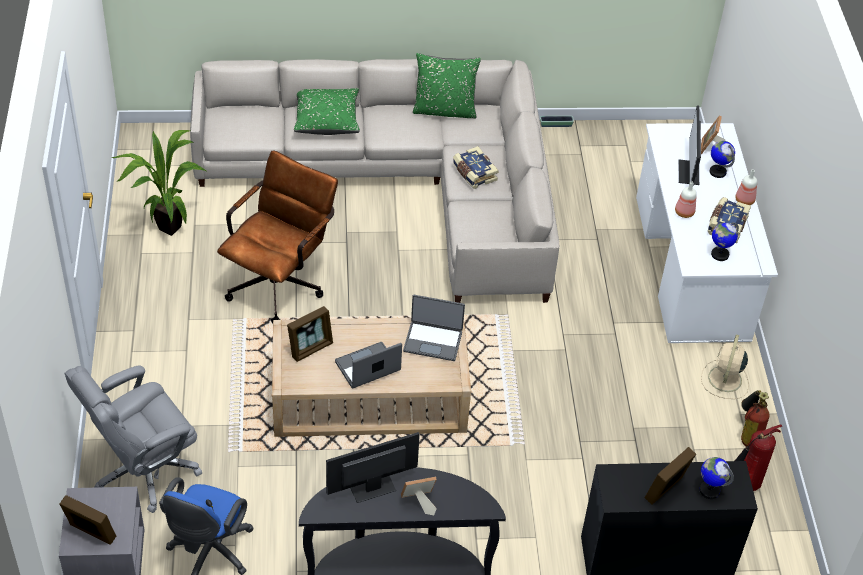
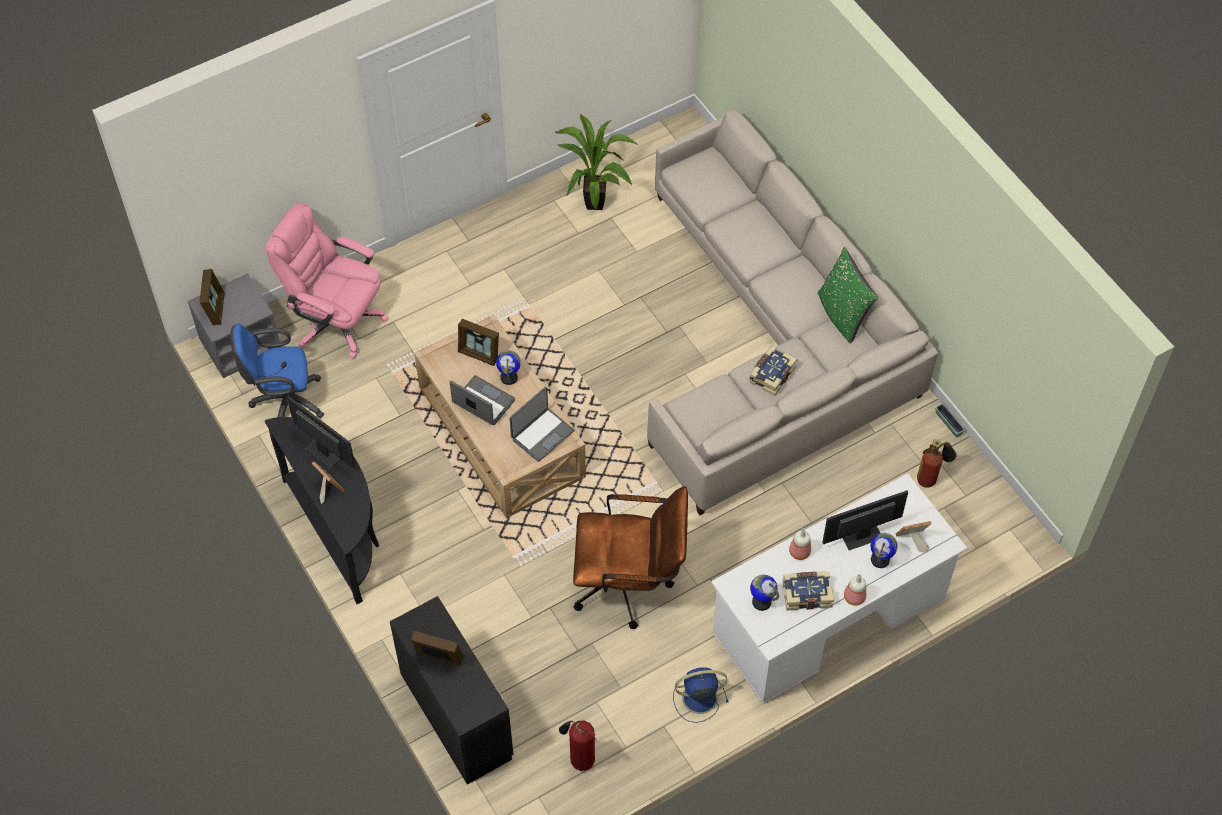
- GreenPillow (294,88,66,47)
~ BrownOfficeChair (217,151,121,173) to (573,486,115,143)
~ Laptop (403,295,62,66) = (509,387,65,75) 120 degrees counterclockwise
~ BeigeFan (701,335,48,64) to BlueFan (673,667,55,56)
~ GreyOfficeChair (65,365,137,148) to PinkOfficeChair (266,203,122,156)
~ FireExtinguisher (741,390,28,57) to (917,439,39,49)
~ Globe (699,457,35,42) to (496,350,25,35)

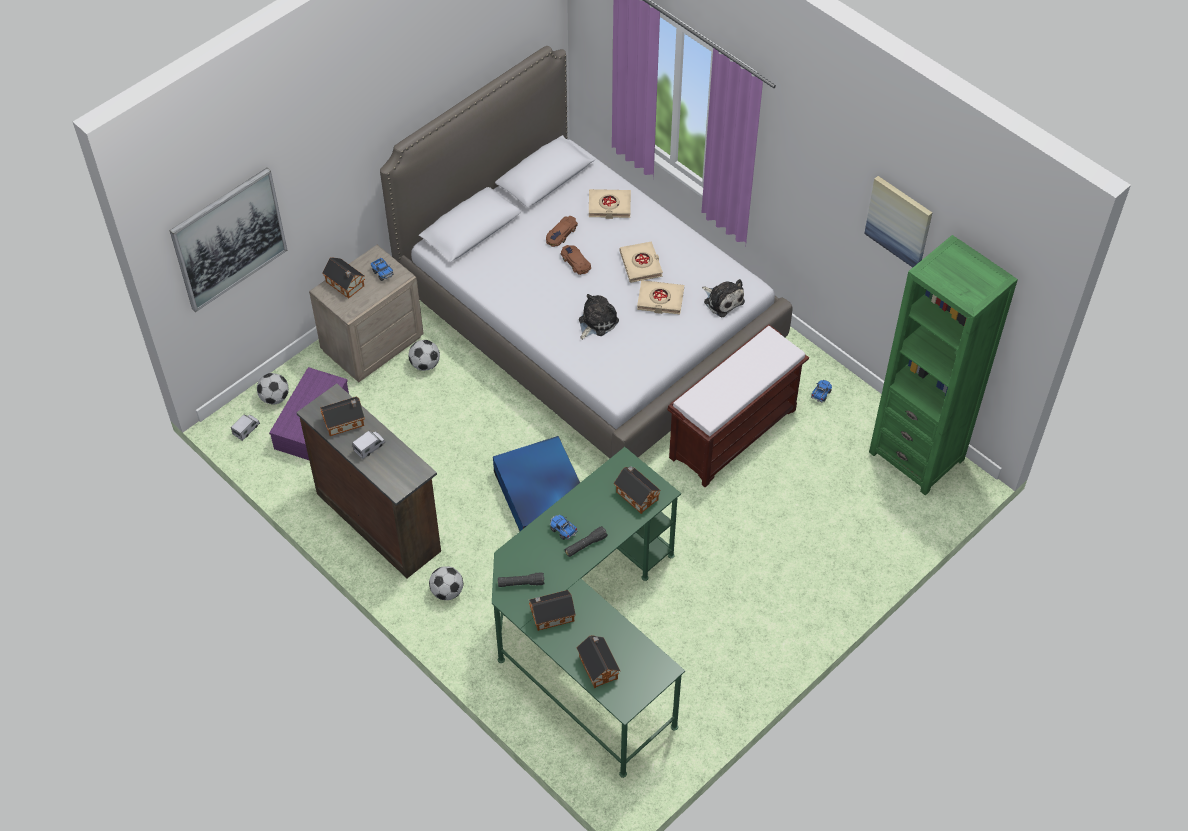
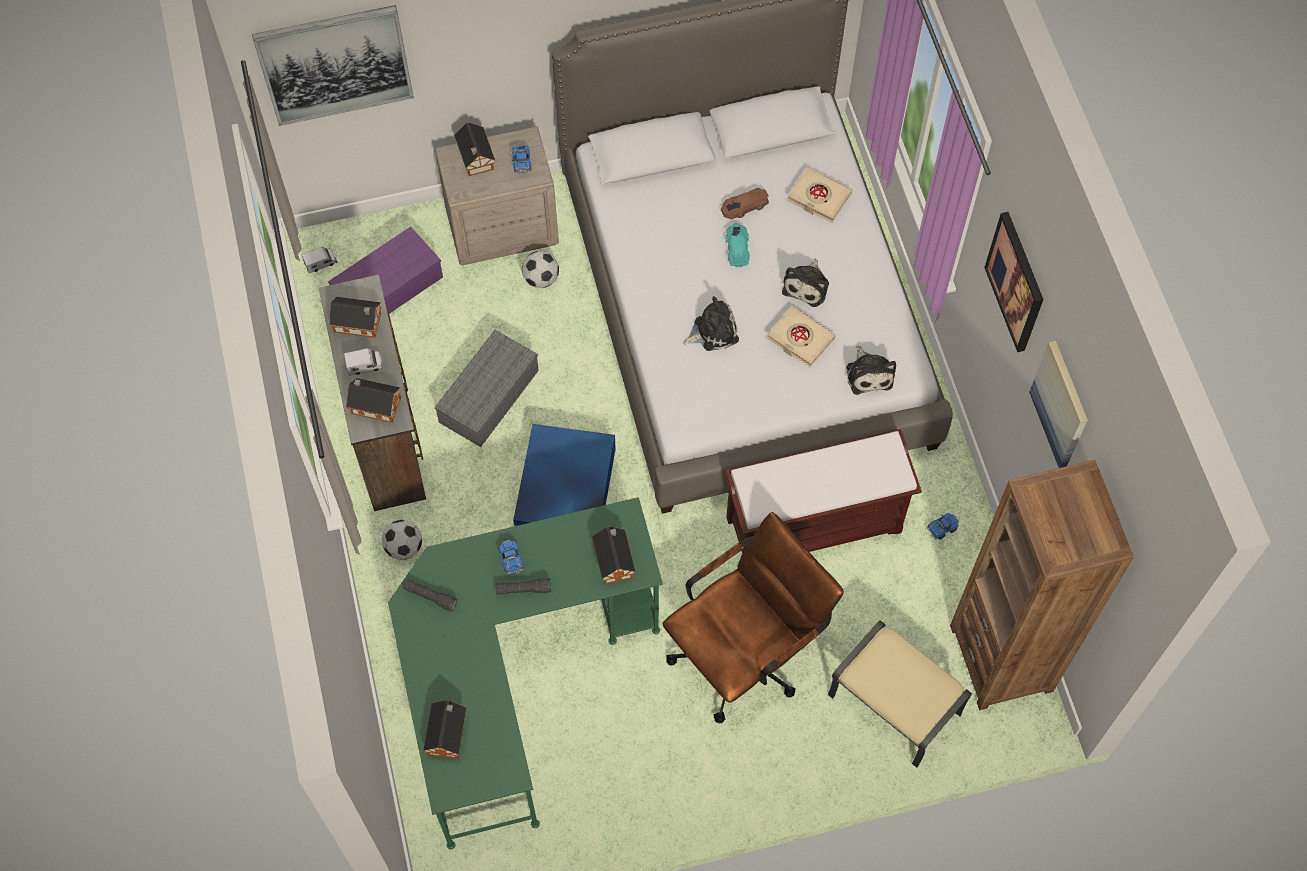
~ GreenBookcase (869,235,149,261) to BrownBookcase (950,460,184,250)
~ BeigeBook (620,241,43,42) to PlushToy (782,259,47,48)
~ BrownToyCar (561,245,30,30) to TurquoiseToyCar (726,223,24,44)
- Football (257,373,32,32)
~ ToyHouse (529,590,47,41) to (346,378,55,45)
+ Picture (984,212,60,140)
+ GreyStorageBox (435,330,104,117)
+ BrownOfficeChair (663,512,181,211)
+ BeigeOttoman (828,620,144,148)

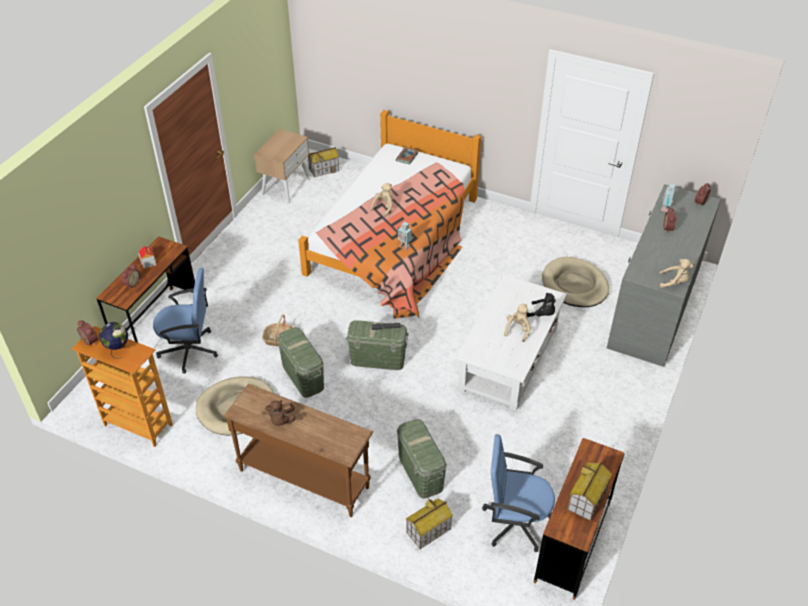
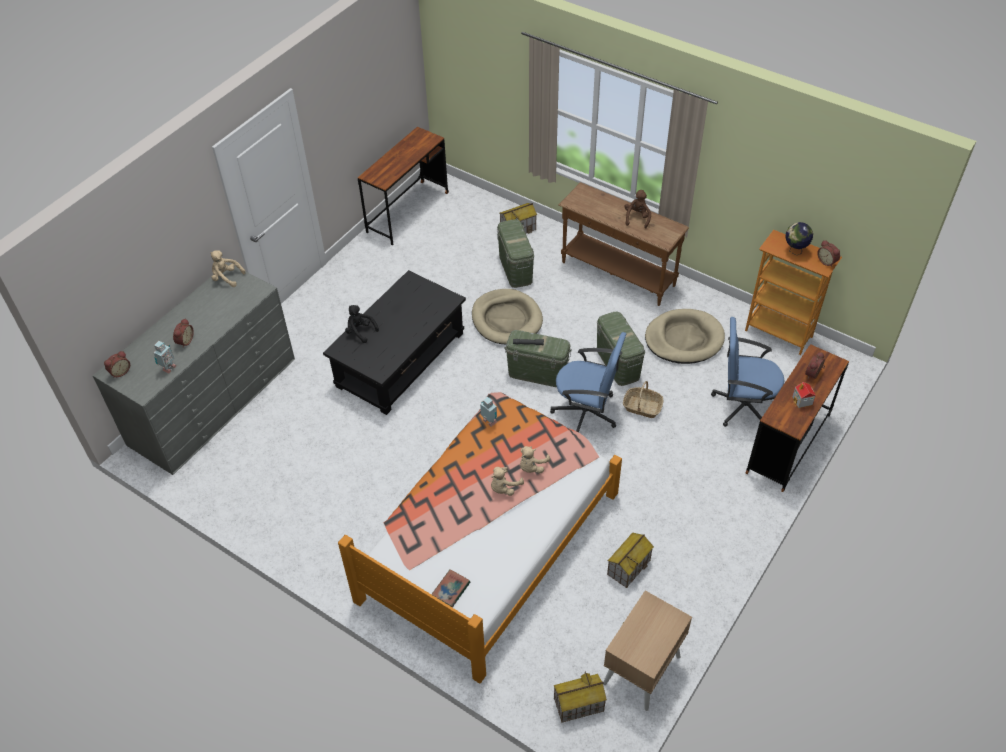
~ BeigeDogBed (542,257,67,50) to (472,289,71,55)
~ WhiteCoffeeTable (455,274,112,137) to BlackCoffeeTable (323,270,143,145)
~ BeigePlushToy (504,304,27,38) to (520,446,30,27)
~ BlueOfficeChair (482,434,73,118) to (550,332,76,101)
~ ToyHouse (567,462,45,59) to (607,532,47,56)

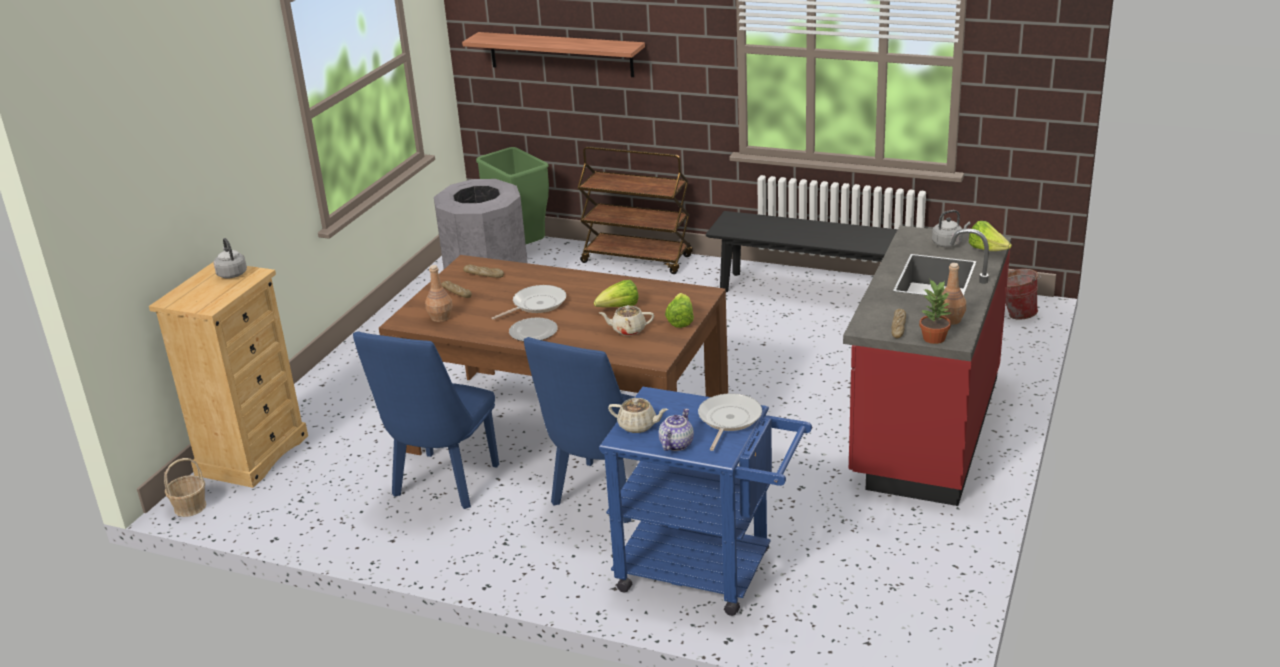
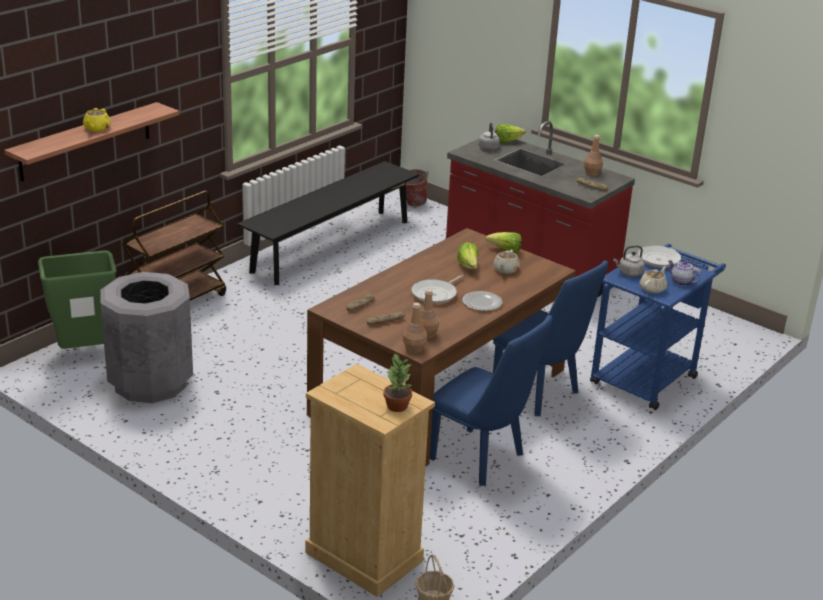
~ GreyKettle (214,238,33,41) to (613,245,32,32)
~ PottedPlant (919,280,34,64) to (383,354,29,58)
~ FryingPan (492,285,74,34) = (411,274,53,30) 120 degrees counterclockwise
+ YellowTeapot (83,108,28,24)
+ BrownBottle (403,303,24,50)

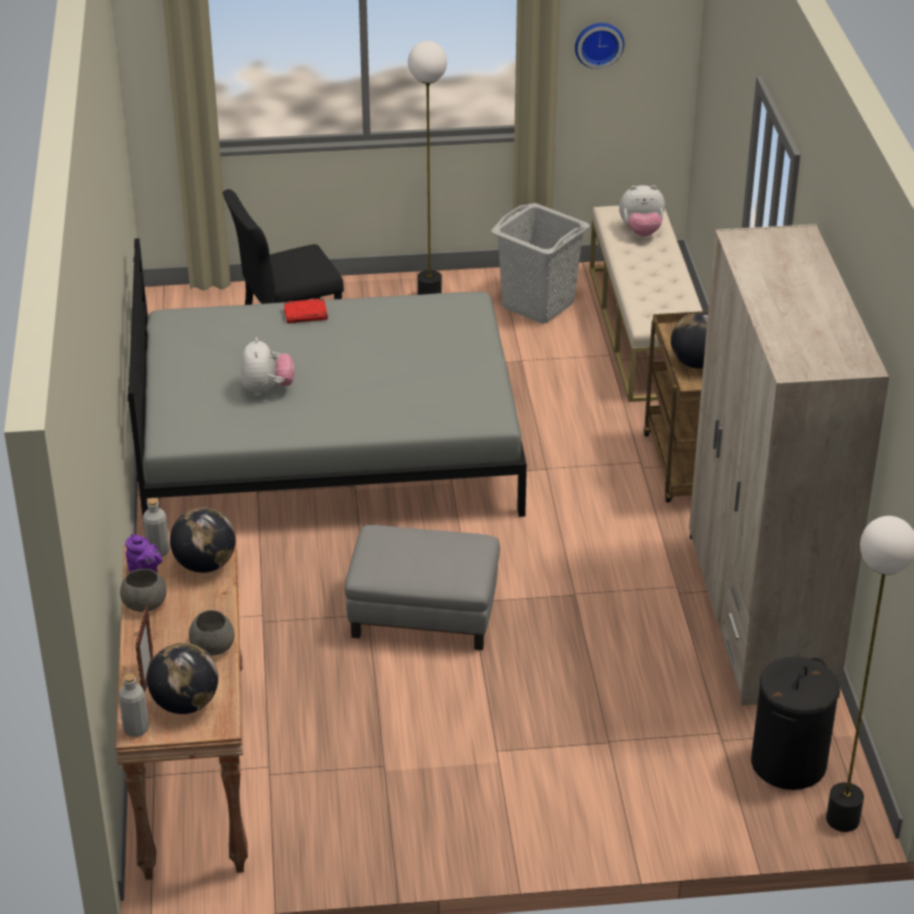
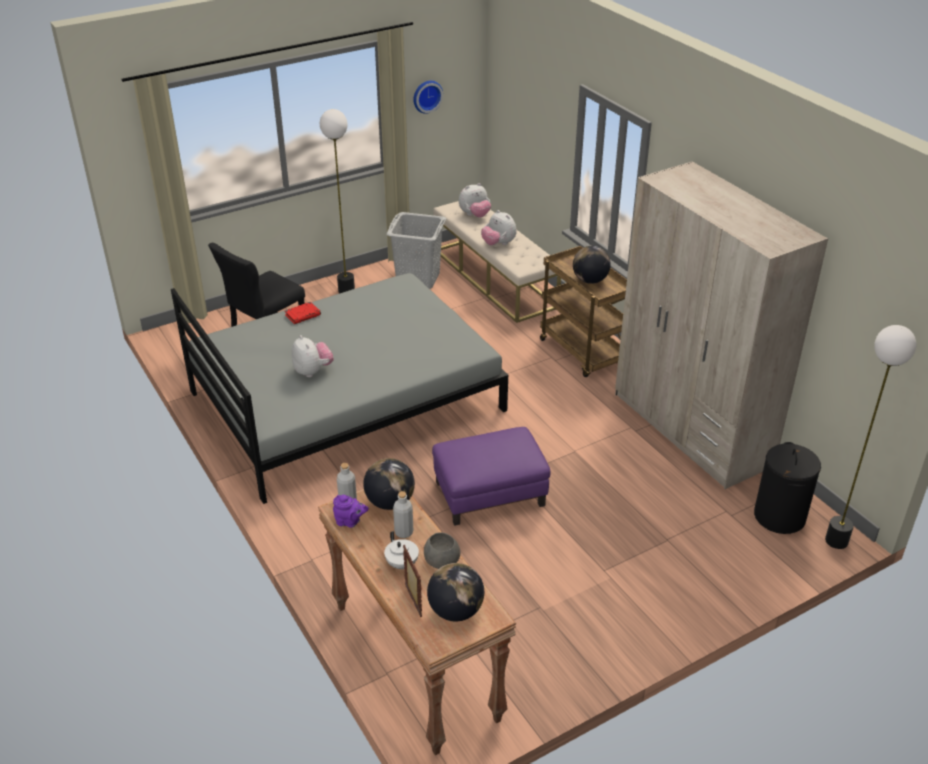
~ GreyOttoman (344,525,156,125) to PurpleOttoman (432,427,119,99)
- GreyBowl (120,569,46,43)
~ GreyBottle (119,673,30,64) to (393,491,20,47)
+ PlushToy (481,210,36,35)
+ WhiteTeapot (384,531,35,38)

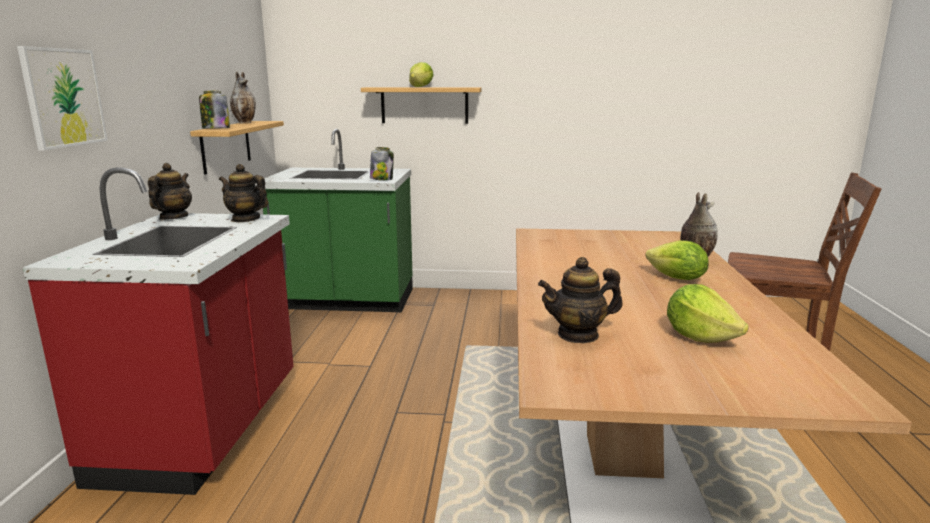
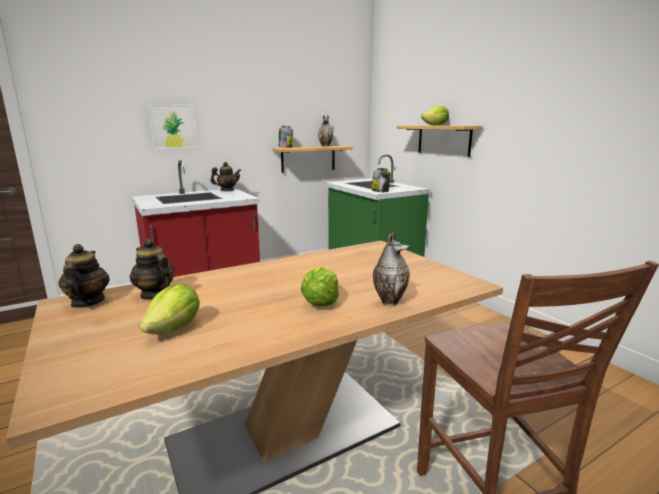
~ Teapot (219,164,49,58) to (58,244,52,64)

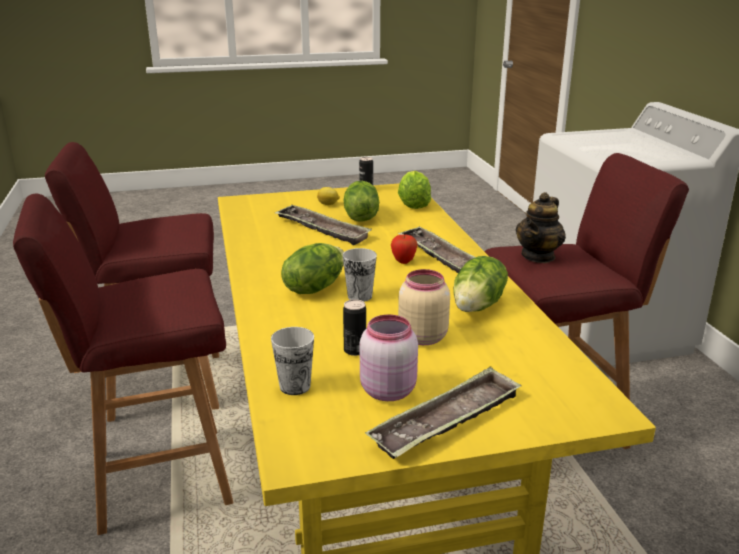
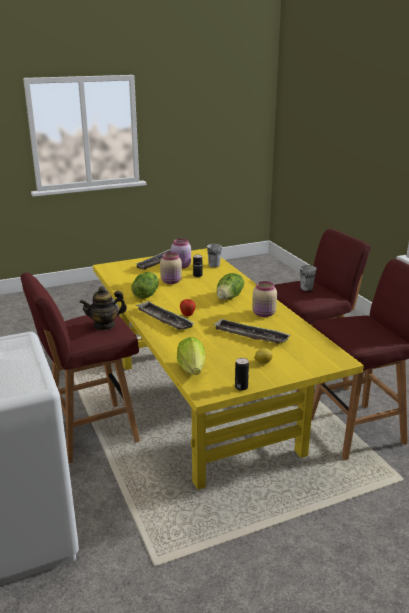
- Lettuce (343,181,36,41)
~ Teapot (516,192,50,71) = (79,287,48,43) 135 degrees counterclockwise
~ Cup (343,248,34,54) to (300,265,17,26)
+ BeigeJar (252,281,25,36)

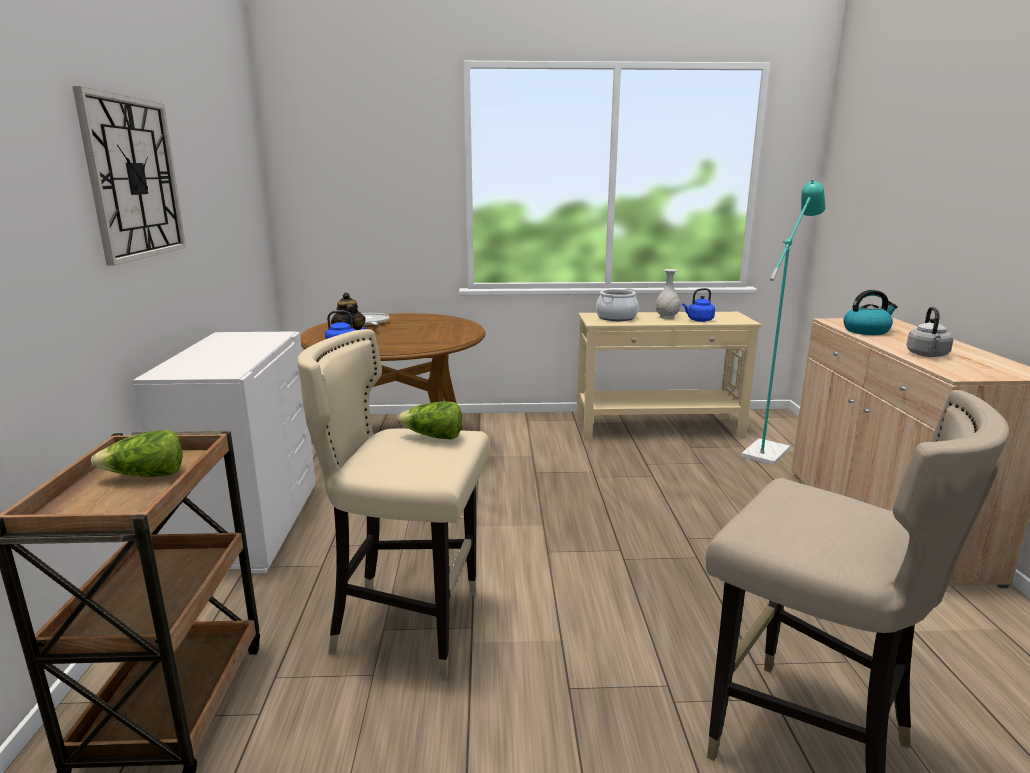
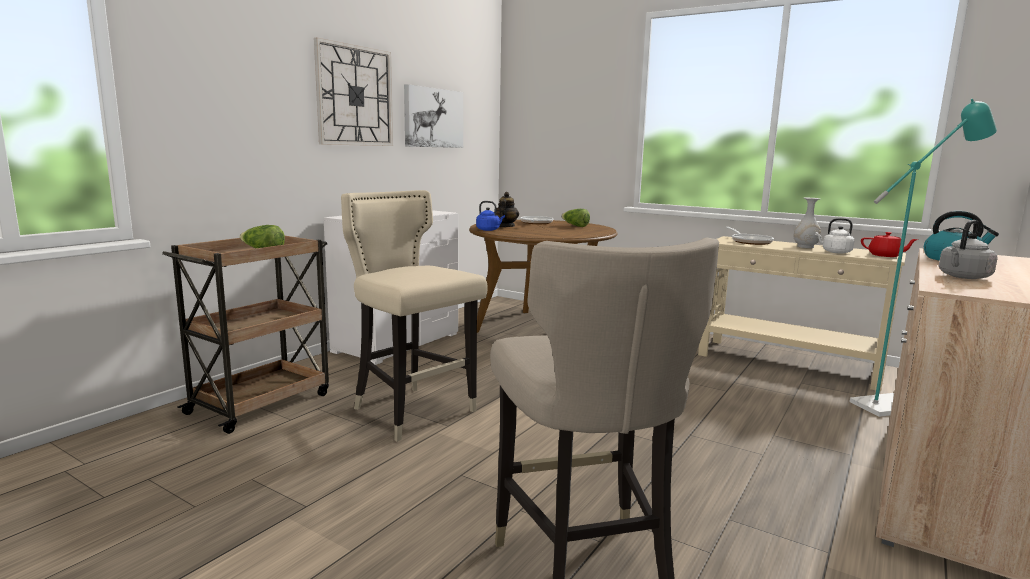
~ CookingPot (596,288,42,33) to FryingPan (726,227,48,18)
~ BlueKettle (682,288,33,34) to WhiteKettle (815,218,39,36)
~ Lettuce (397,401,65,38) to (561,209,29,18)
+ Picture (404,84,59,64)
+ RedTeapot (861,232,58,25)

